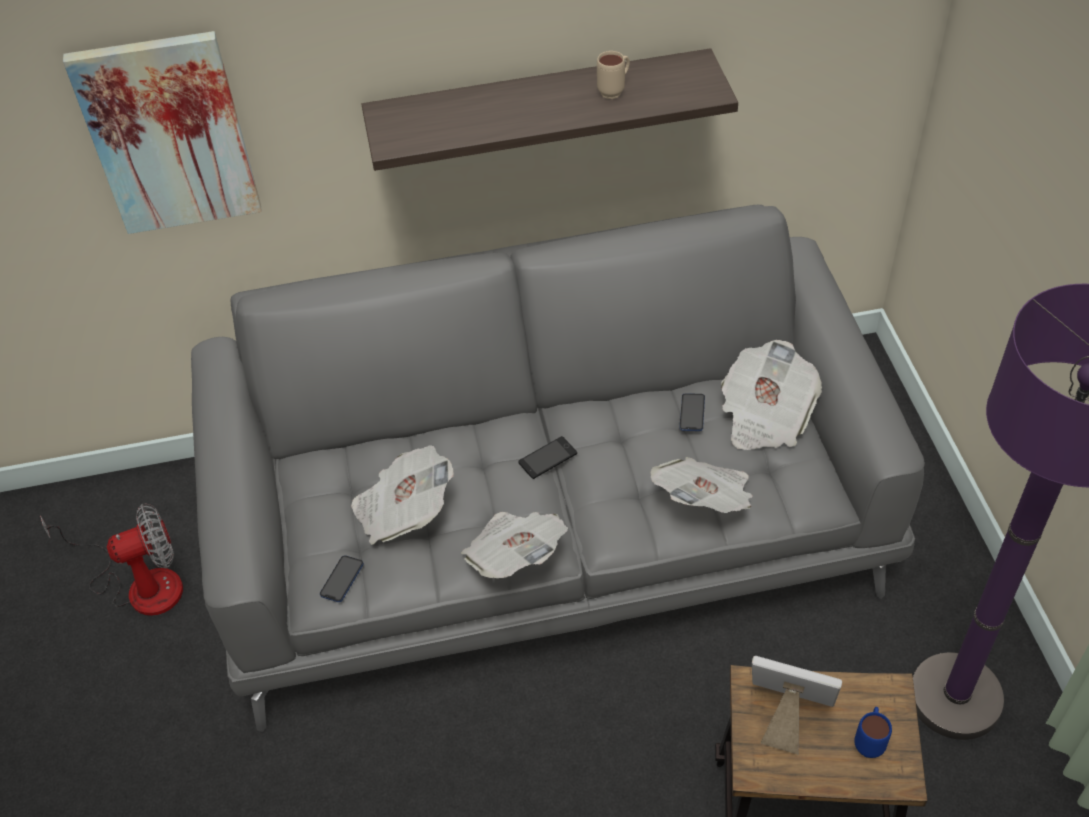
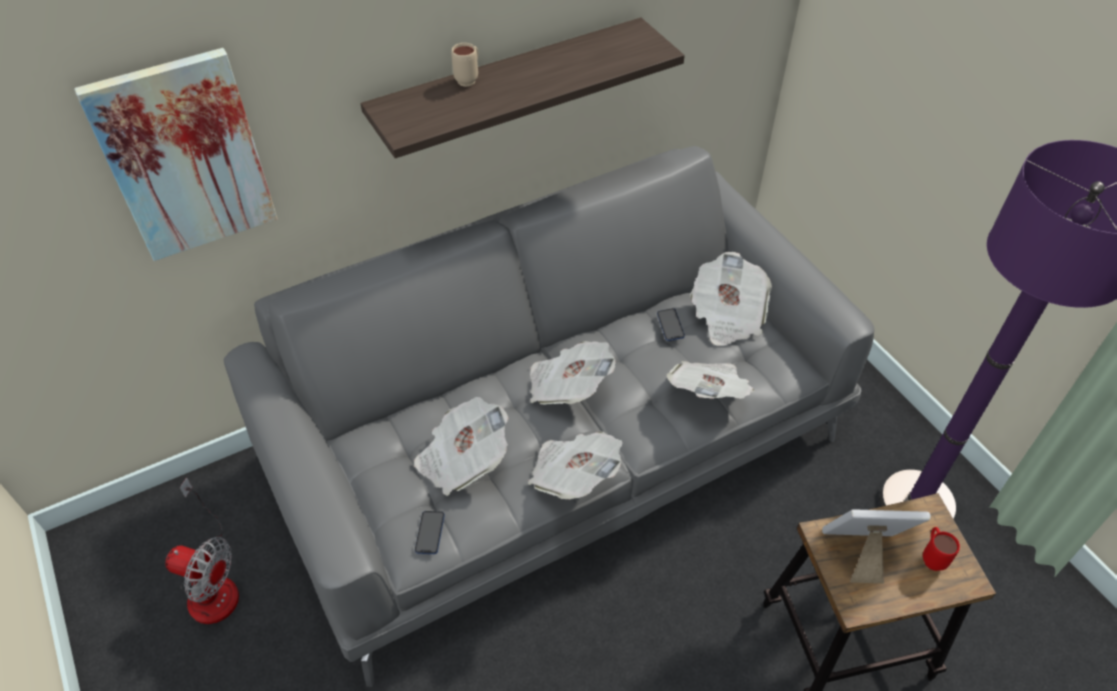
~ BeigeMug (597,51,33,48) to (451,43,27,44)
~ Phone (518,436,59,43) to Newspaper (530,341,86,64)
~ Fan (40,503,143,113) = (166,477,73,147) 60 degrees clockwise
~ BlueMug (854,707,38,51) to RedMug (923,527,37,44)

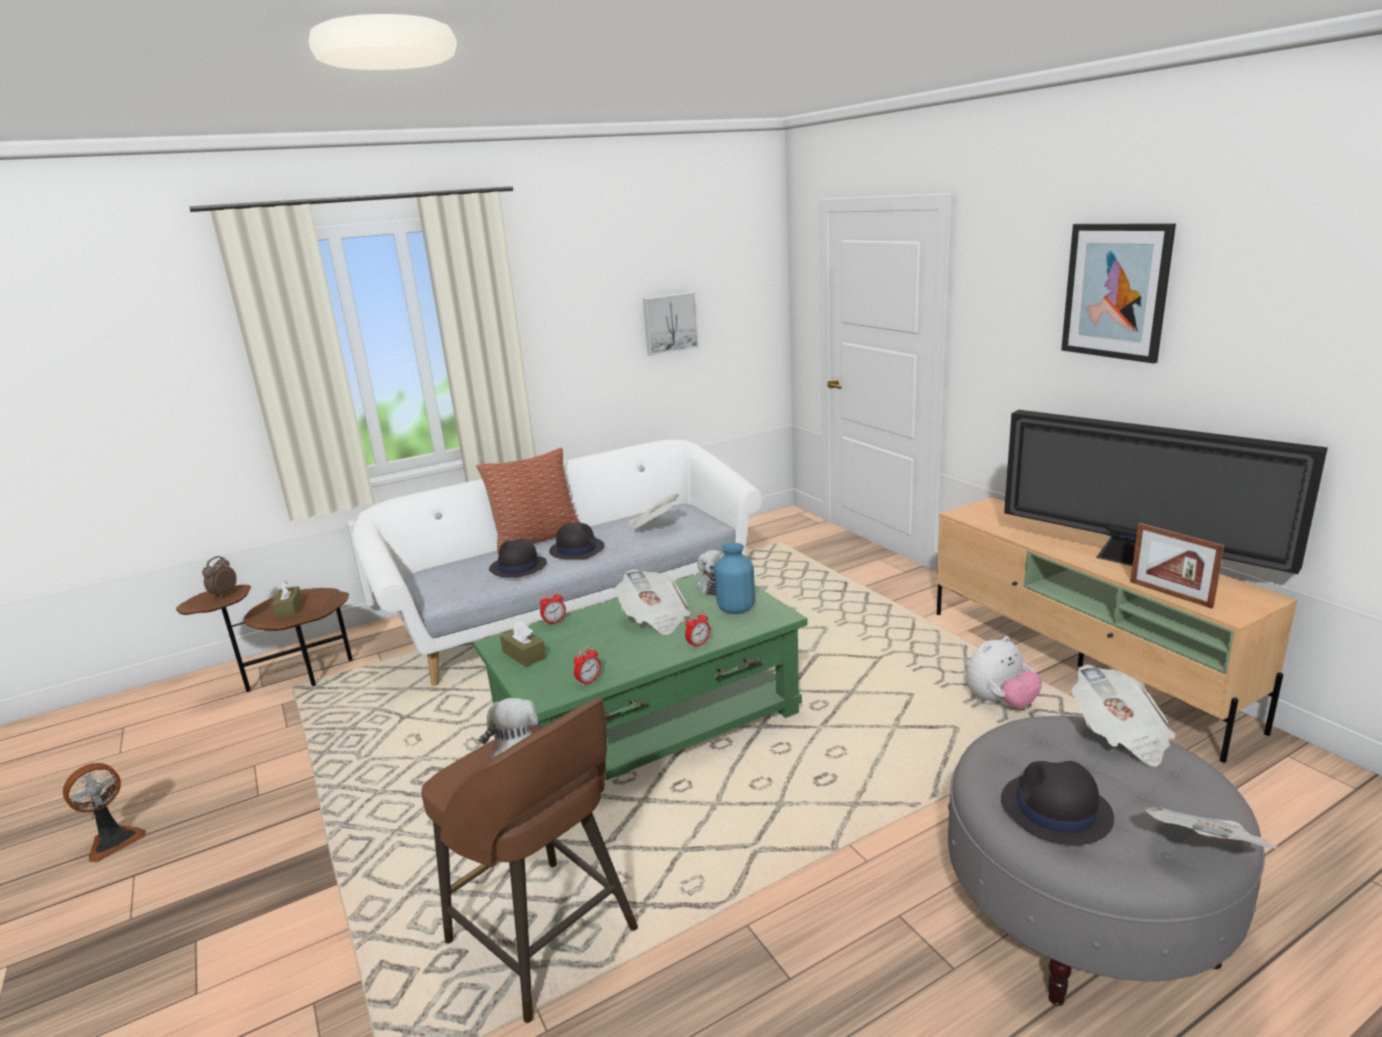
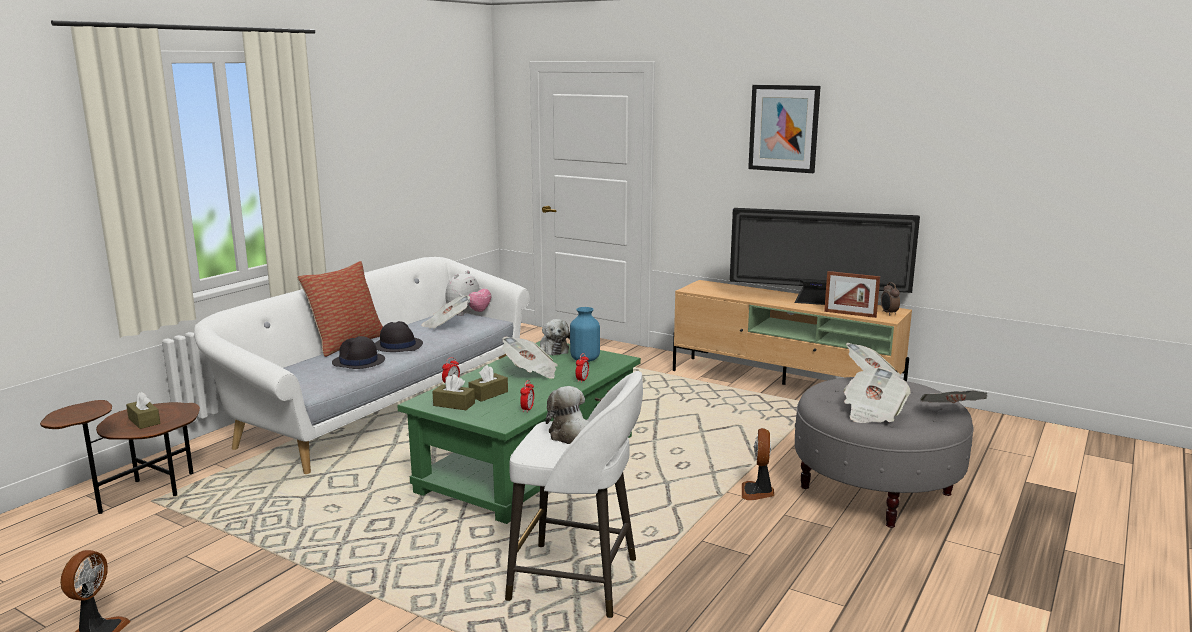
- Picture (643,292,56,64)
~ AlarmClock (202,556,35,43) to (881,282,19,33)
~ PlushToy (966,636,76,73) to (446,270,45,46)
~ BrownStool (421,698,217,325) to WhiteStool (505,371,138,247)
~ BlackHat (1001,761,113,84) to Newspaper (843,368,68,55)
+ BrownTissueBox (468,365,40,37)
+ Fan (742,428,32,72)

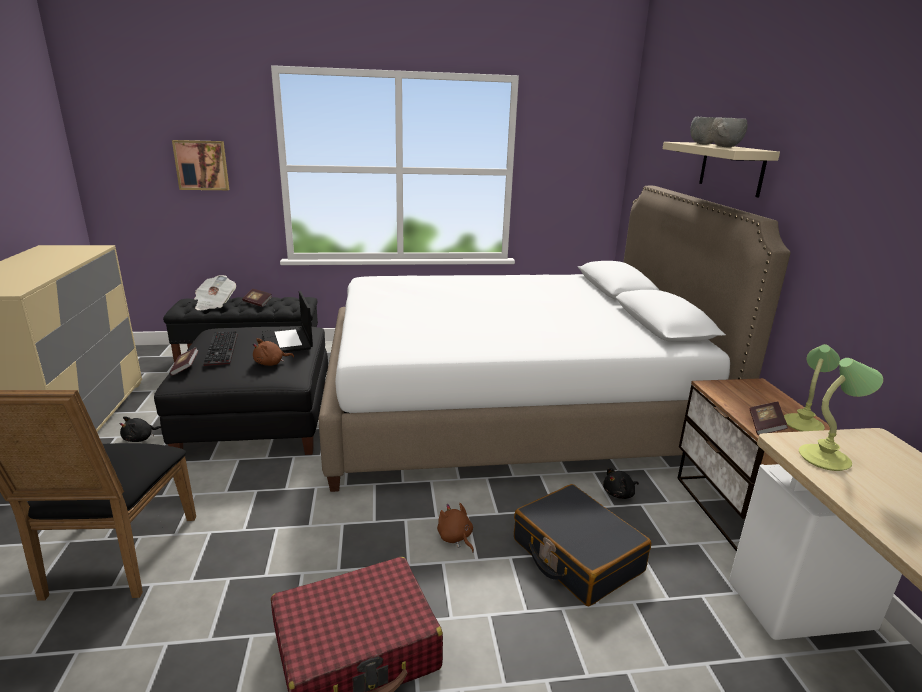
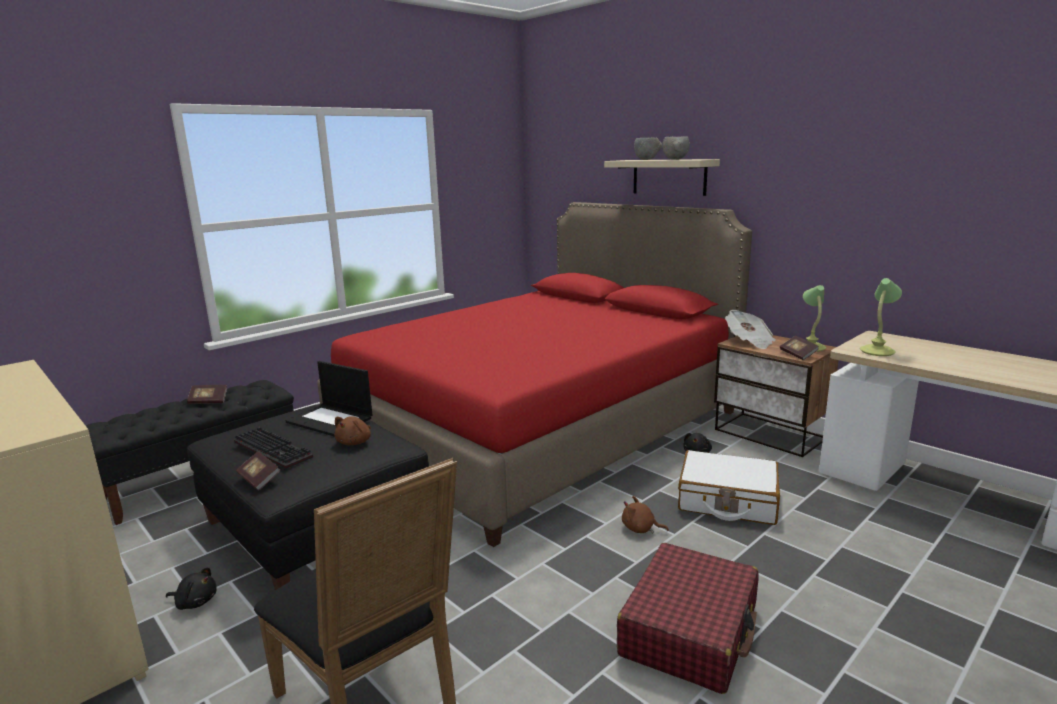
- Picture (172,140,57,50)
~ WhiteBed (318,186,473,306) to RedBed (317,202,435,345)
~ Newspaper (194,275,42,35) to (725,310,51,39)
~ BlackPlushToy (120,416,41,26) = (166,567,51,43) 90 degrees counterclockwise
~ BlackSuitcase (514,484,137,122) to WhiteSuitcase (678,450,102,75)

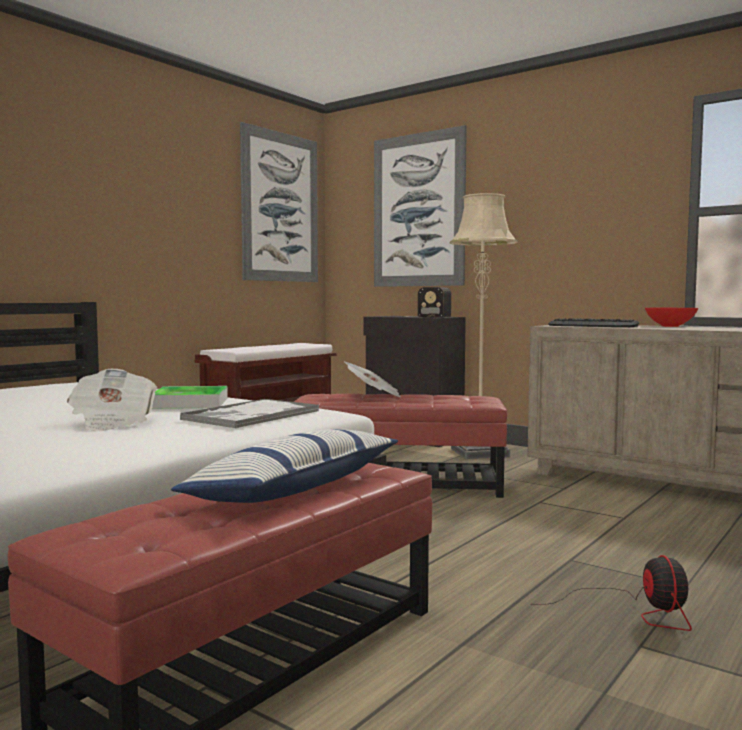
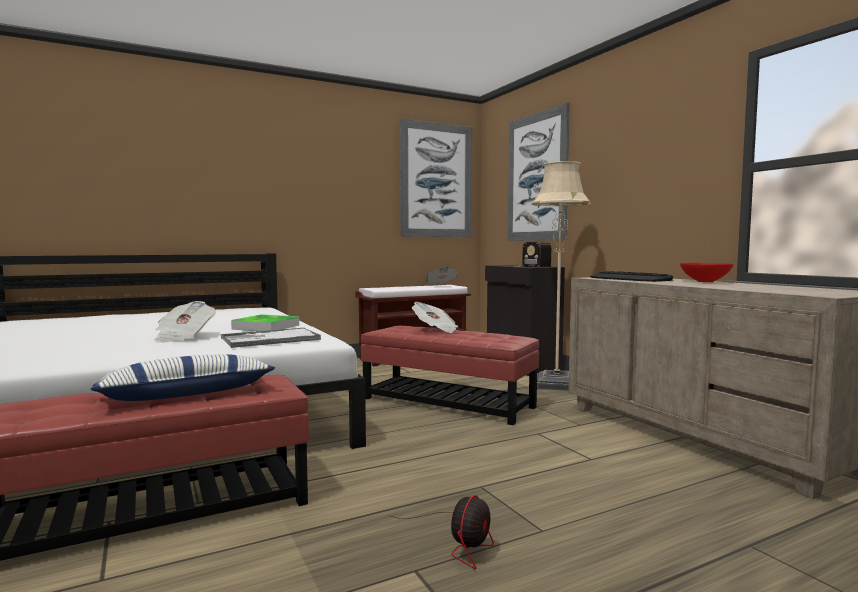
+ Newspaper (426,267,31,18)

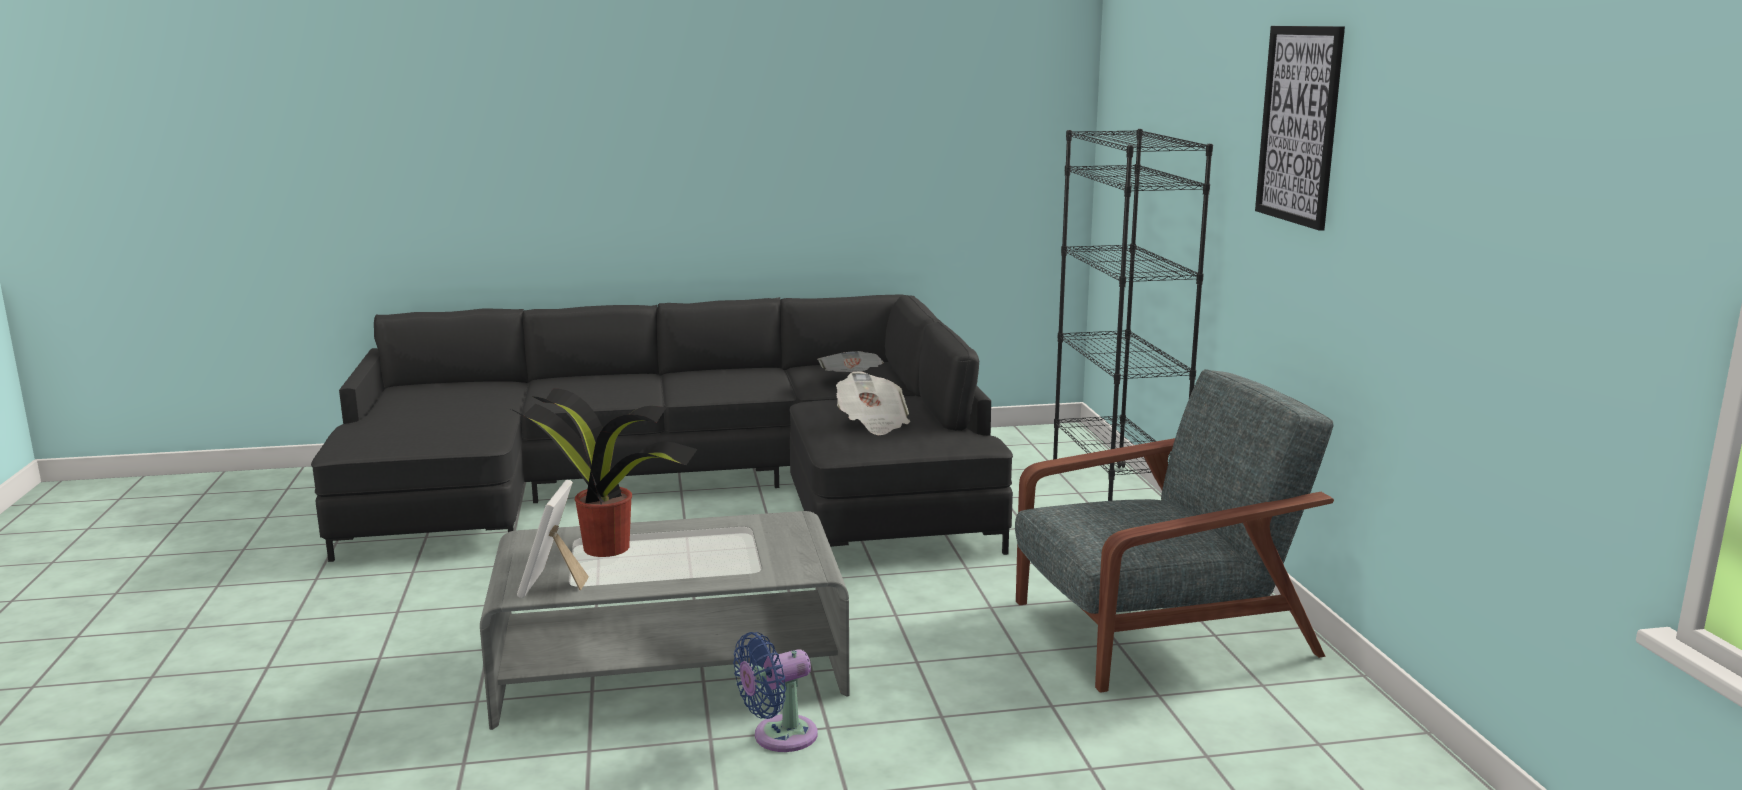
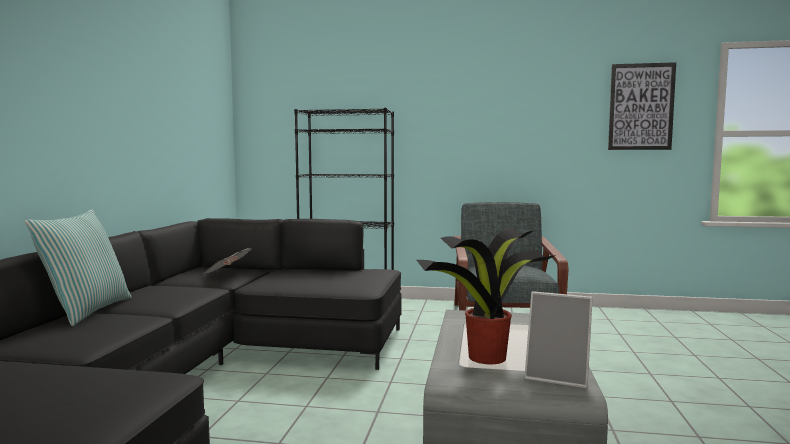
~ Picture (1255,26,90,205) to (608,62,68,88)
- Newspaper (836,371,74,64)
- BlueFan (733,632,85,120)
+ Pillow (25,209,107,117)

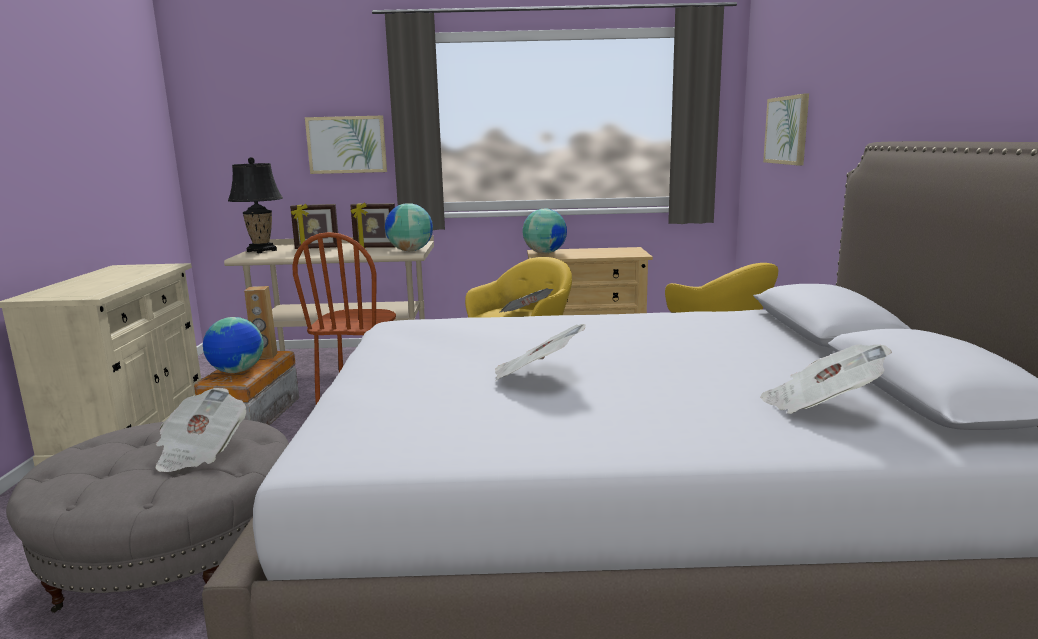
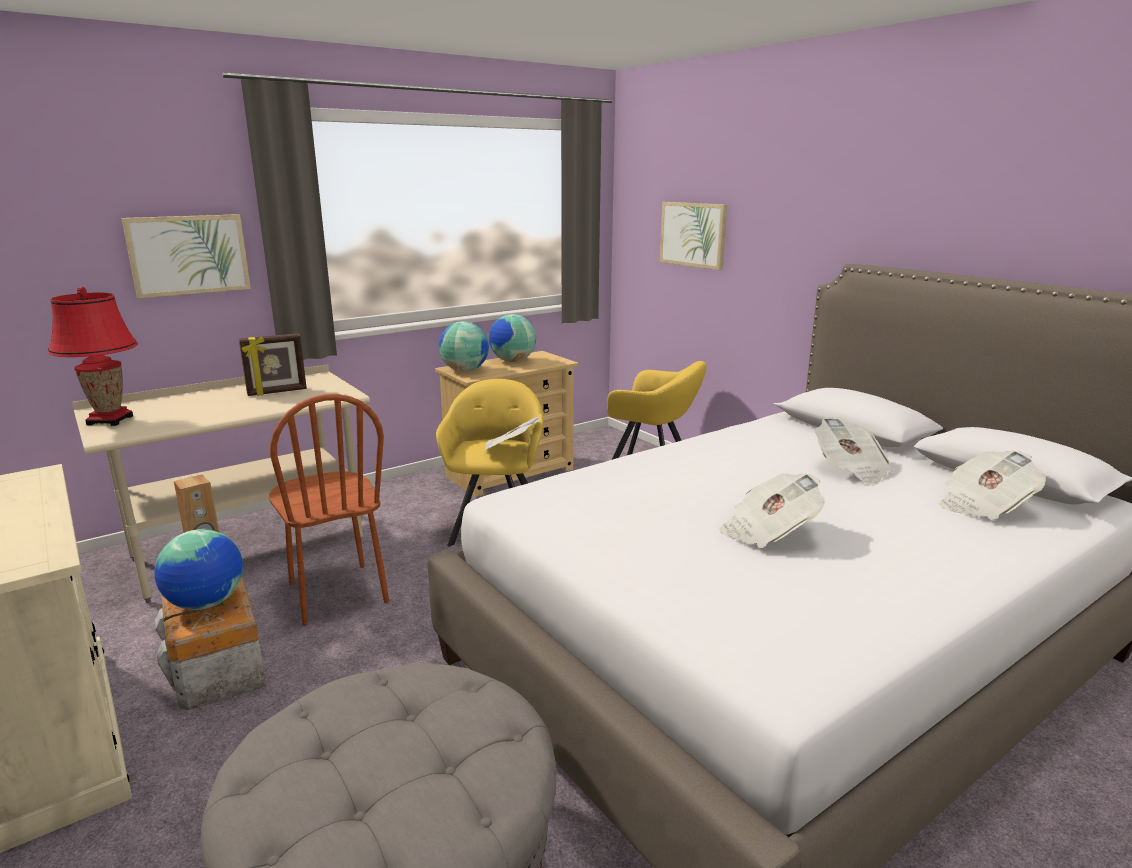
~ BlackTableLamp (228,157,55,96) to RedTableLamp (48,287,90,139)
- PictureFrame (290,203,48,46)
~ Globe (385,203,48,48) to (489,314,47,48)
~ Newspaper (155,388,91,84) to (815,417,79,69)

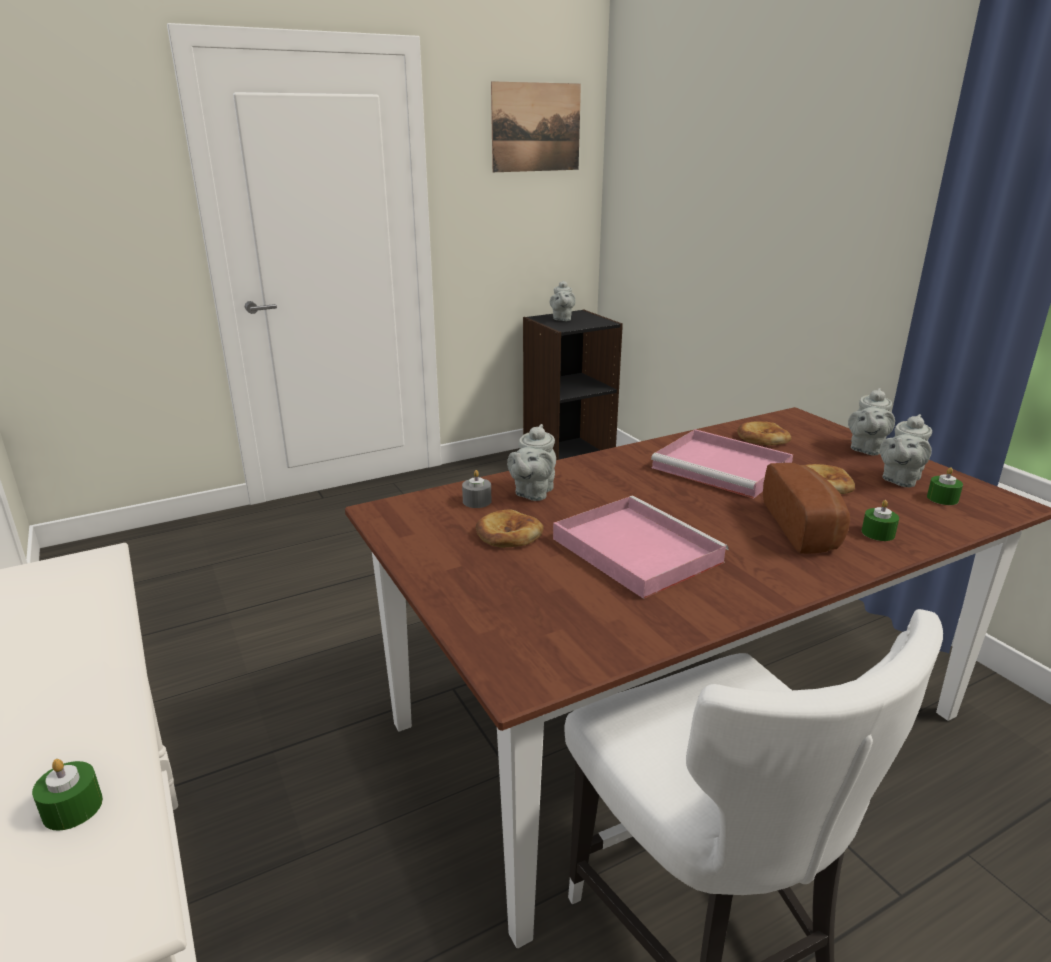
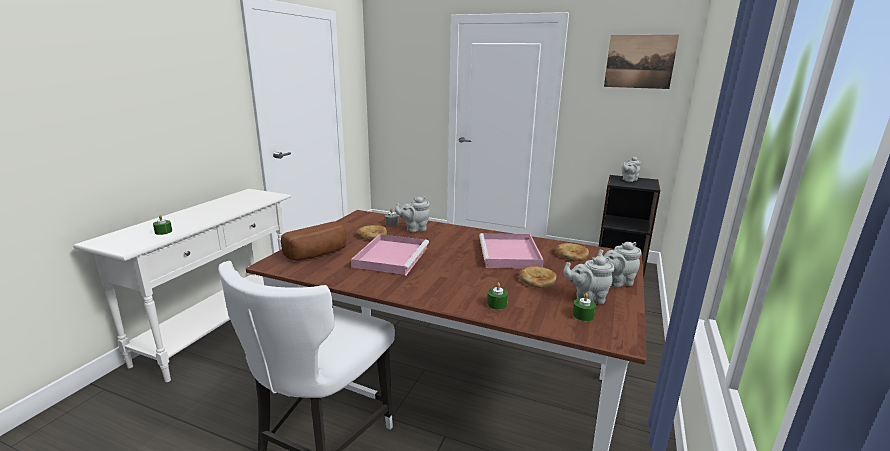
~ Bread (763,463,87,91) to (281,222,66,39)

